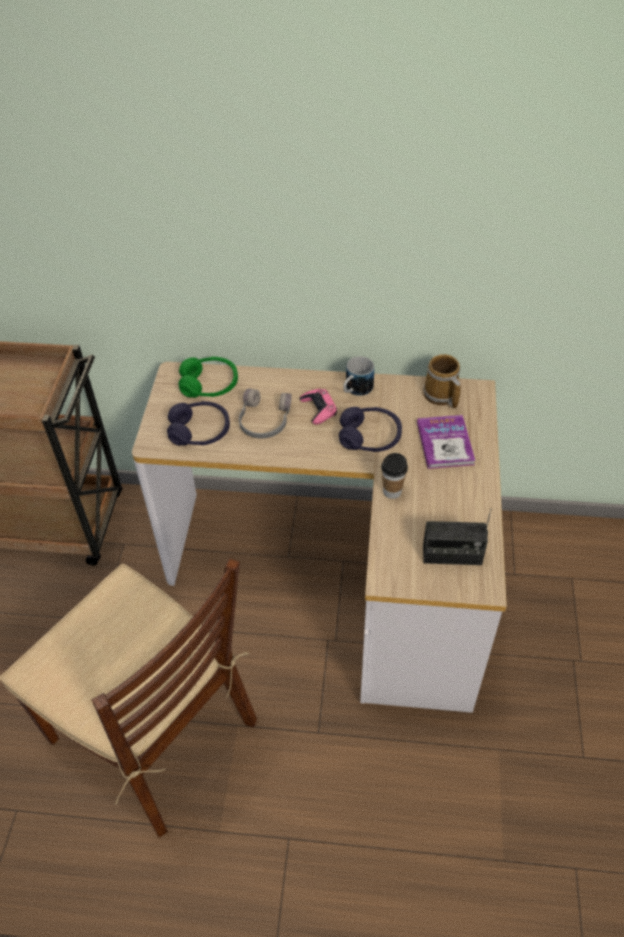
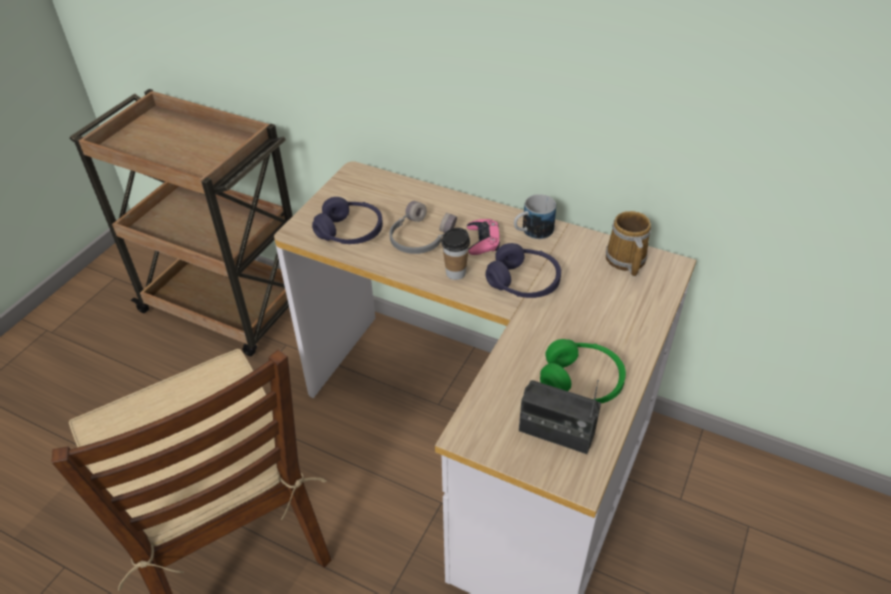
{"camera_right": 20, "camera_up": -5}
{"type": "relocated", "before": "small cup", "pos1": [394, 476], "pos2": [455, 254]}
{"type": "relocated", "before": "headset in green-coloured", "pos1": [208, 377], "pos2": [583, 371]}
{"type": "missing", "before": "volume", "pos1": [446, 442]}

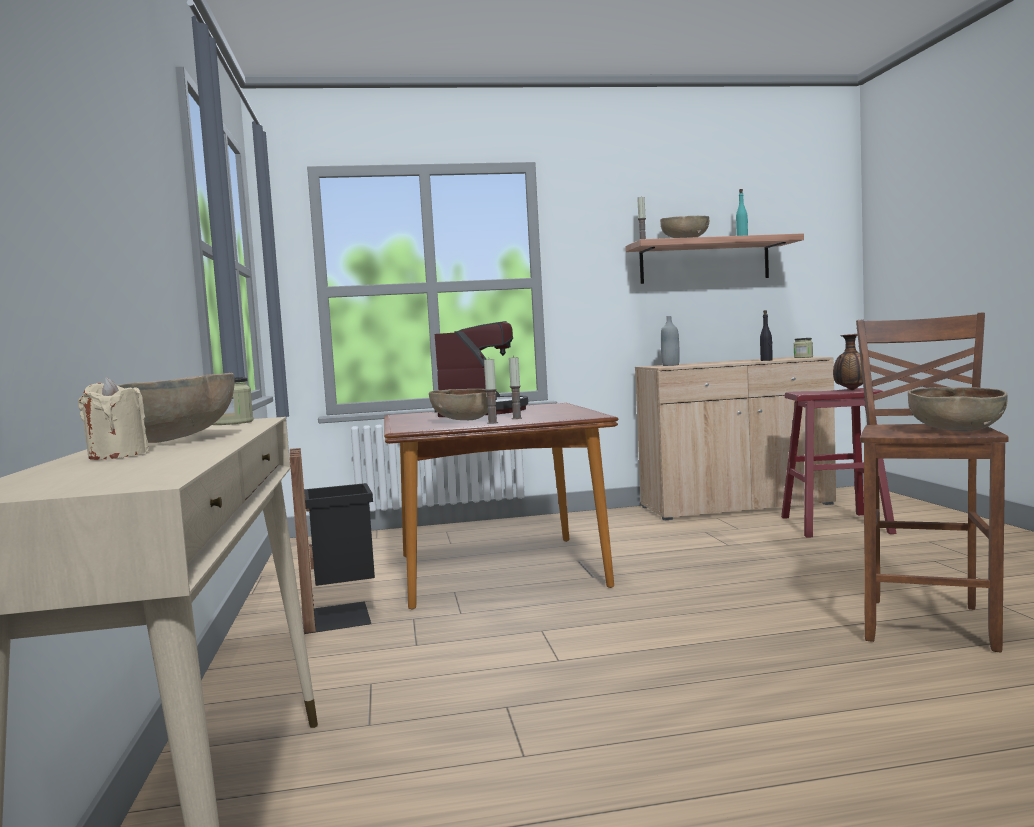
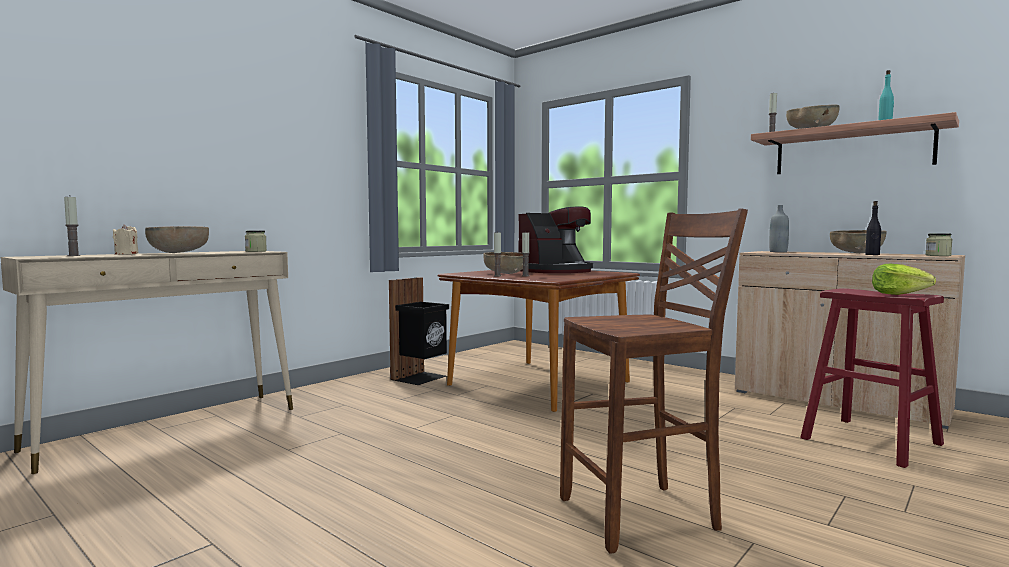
{"camera_right": 50, "camera_up": 0}
{"type": "appeared", "after": "candle", "pos2": [72, 226]}
{"type": "relocated", "before": "bowl in brown-coloured", "pos1": [958, 409], "pos2": [858, 241]}
{"type": "exchanged", "before": "flower vase", "after": "lettuce head", "pos1": [848, 362], "pos2": [904, 279]}

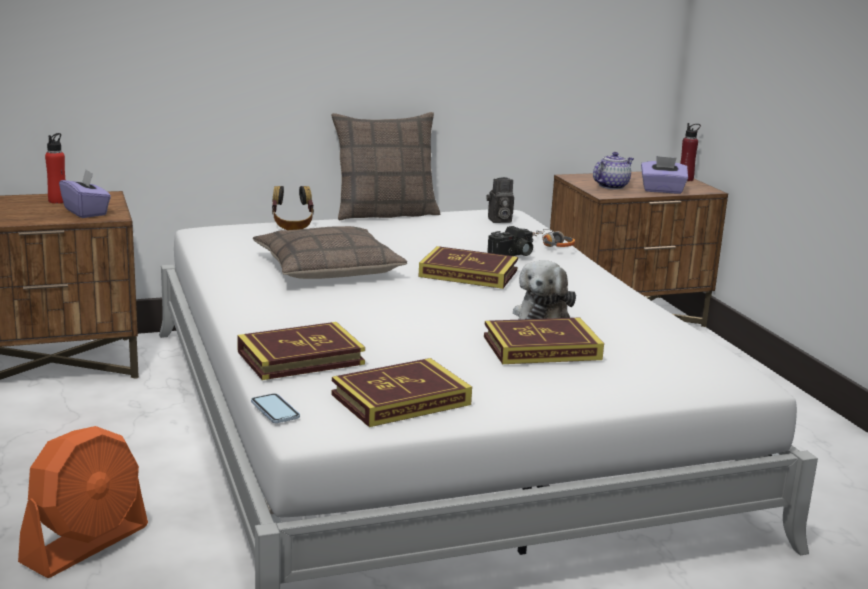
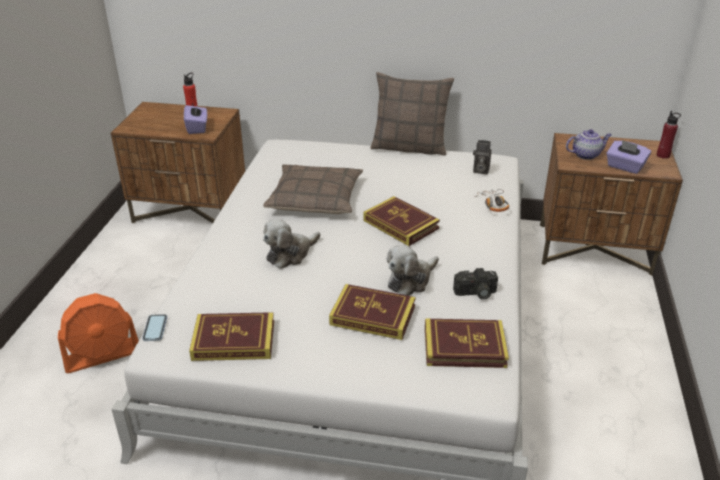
{"camera_right": 30, "camera_up": 15}
{"type": "appeared", "after": "soft toy", "pos2": [291, 244]}
{"type": "relocated", "before": "volume", "pos1": [301, 351], "pos2": [467, 343]}
{"type": "relocated", "before": "photo camera", "pos1": [510, 241], "pos2": [475, 284]}
{"type": "missing", "before": "headset", "pos1": [293, 208]}

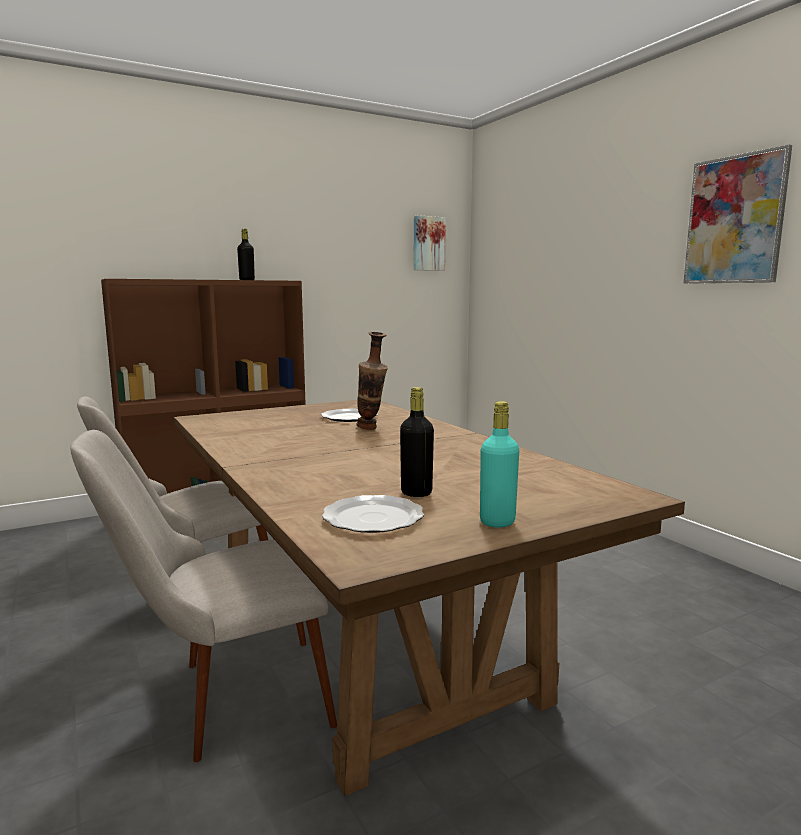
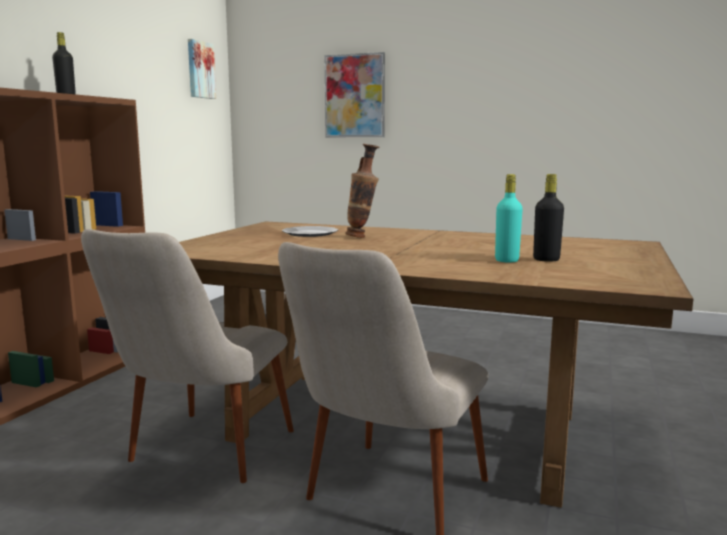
{"camera_right": -40, "camera_up": 0}
{"type": "relocated", "before": "wall picture", "pos1": [737, 214], "pos2": [354, 94]}
{"type": "relocated", "before": "bottle in turquoise-coloured", "pos1": [499, 464], "pos2": [509, 218]}
{"type": "missing", "before": "flat dish", "pos1": [373, 514]}

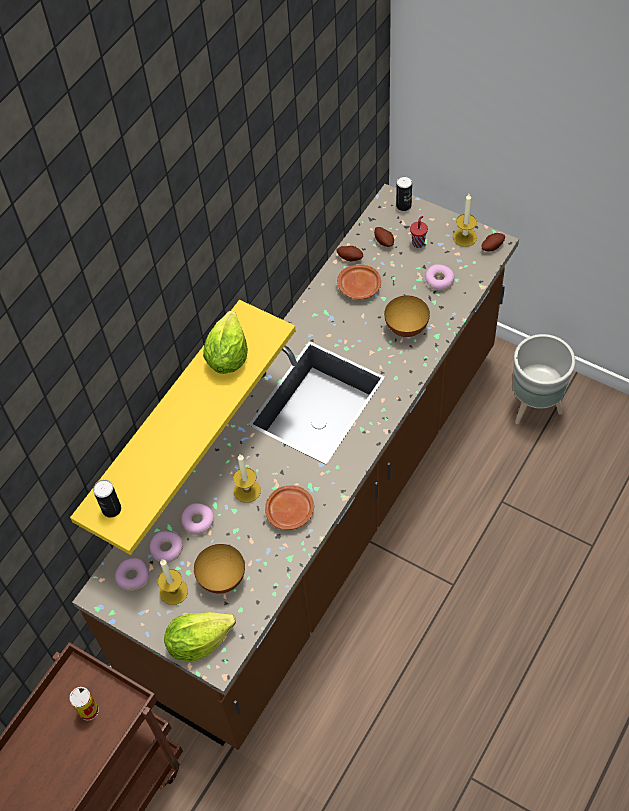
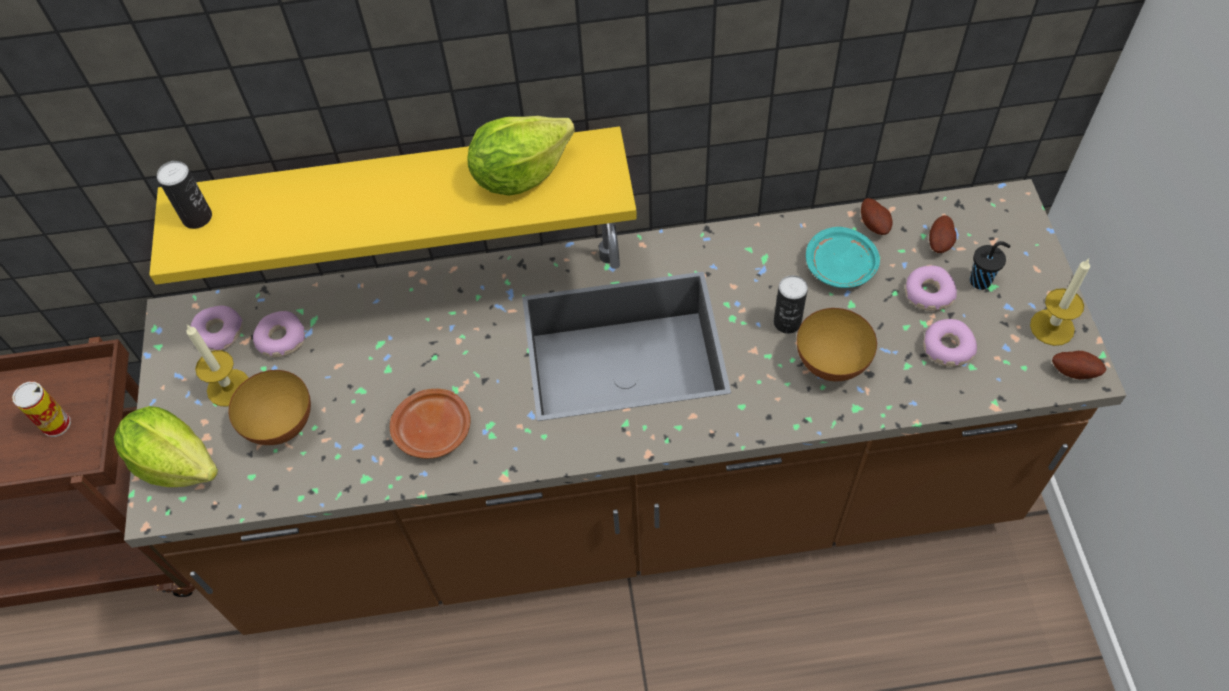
{"camera_right": 50, "camera_up": 0}
{"type": "relocated", "before": "sealed can", "pos1": [404, 193], "pos2": [791, 304]}
{"type": "colour", "before": "flat dish in brown-coloured", "after": "flat dish in turquoise-coloured", "pos1": [359, 282], "pos2": [843, 257]}
{"type": "relocated", "before": "donut", "pos1": [198, 519], "pos2": [931, 288]}
{"type": "colour", "before": "small cup in red", "after": "small cup in black-coloured", "pos1": [419, 232], "pos2": [990, 265]}
{"type": "missing", "before": "candle", "pos1": [247, 479]}
{"type": "missing", "before": "planter in greyish", "pos1": [544, 379]}

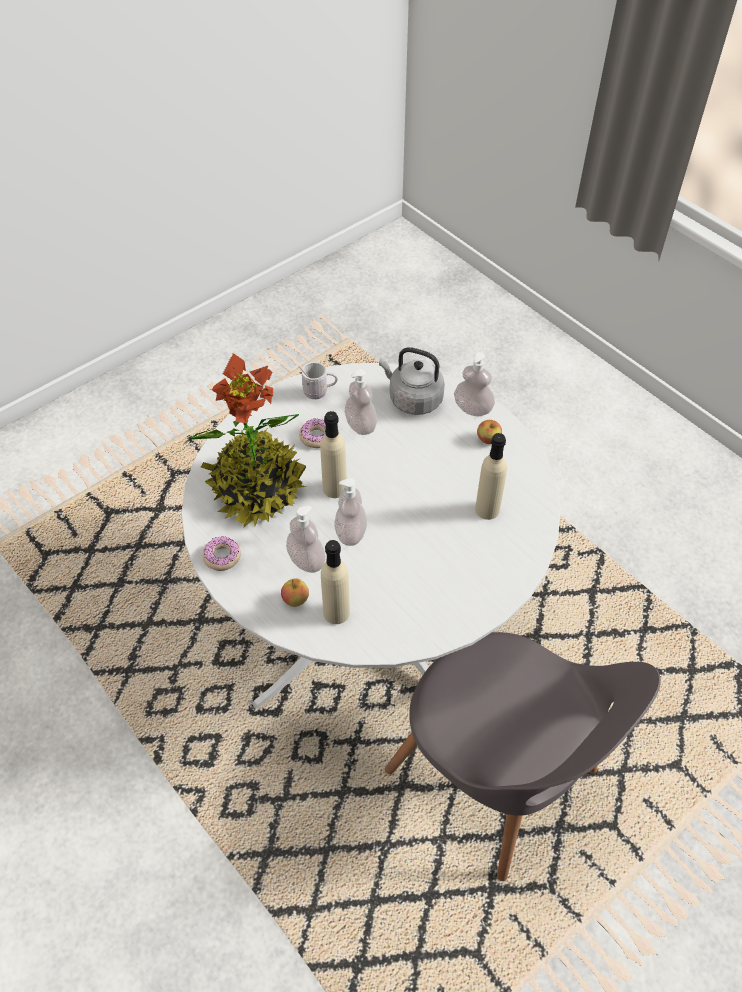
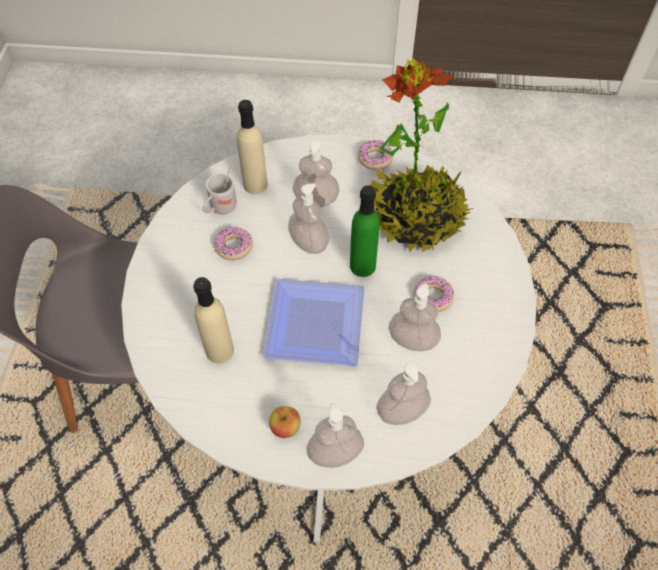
{"camera_right": 135, "camera_up": 5}
{"type": "relocated", "before": "coffee mug in white-coloured", "pos1": [318, 380], "pos2": [220, 191]}
{"type": "appeared", "after": "donut", "pos2": [233, 243]}
{"type": "appeared", "after": "flat dish", "pos2": [313, 323]}
{"type": "colour", "before": "bottle in beige", "after": "bottle in green-coloured", "pos1": [333, 454], "pos2": [365, 231]}
{"type": "exchanged", "before": "tea kettle in greyish", "after": "soap dispenser", "pos1": [412, 381], "pos2": [403, 394]}
{"type": "missing", "before": "apple fruit", "pos1": [295, 592]}

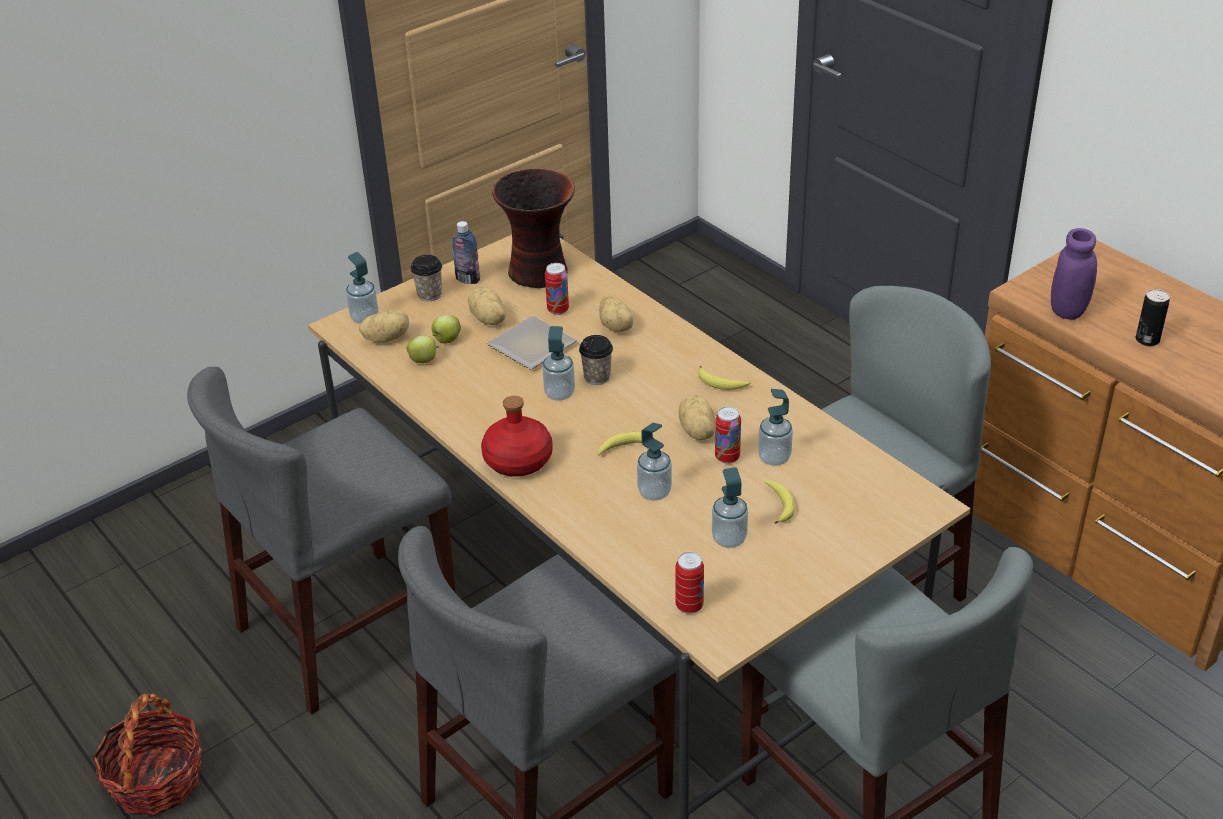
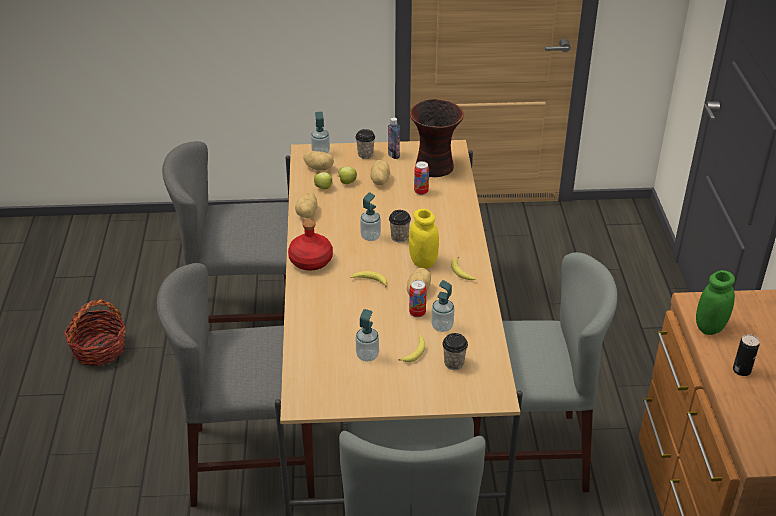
{"camera_right": 35, "camera_up": 0}
{"type": "relocated", "before": "spud", "pos1": [616, 313], "pos2": [306, 205]}
{"type": "appeared", "after": "jar in yellow-coloured", "pos2": [424, 238]}
{"type": "appeared", "after": "small cup", "pos2": [455, 351]}
{"type": "colour", "before": "jar in purple", "after": "jar in green-coloured", "pos1": [1074, 274], "pos2": [715, 302]}
{"type": "missing", "before": "flat dish", "pos1": [531, 343]}
{"type": "missing", "before": "soap dispenser", "pos1": [654, 462]}
{"type": "missing", "before": "sealed can", "pos1": [689, 583]}

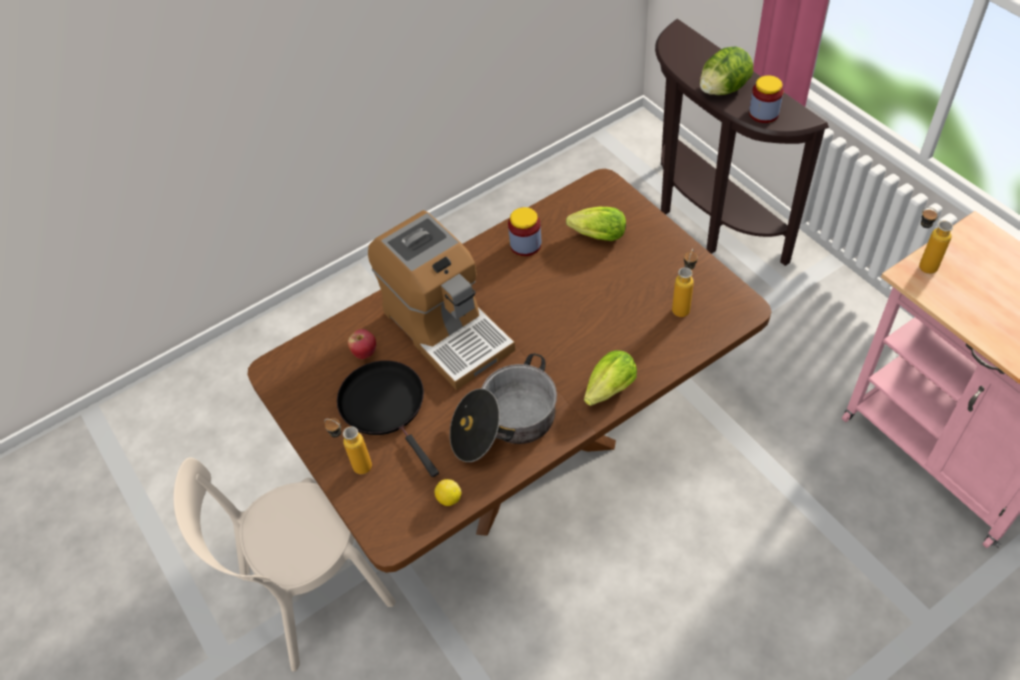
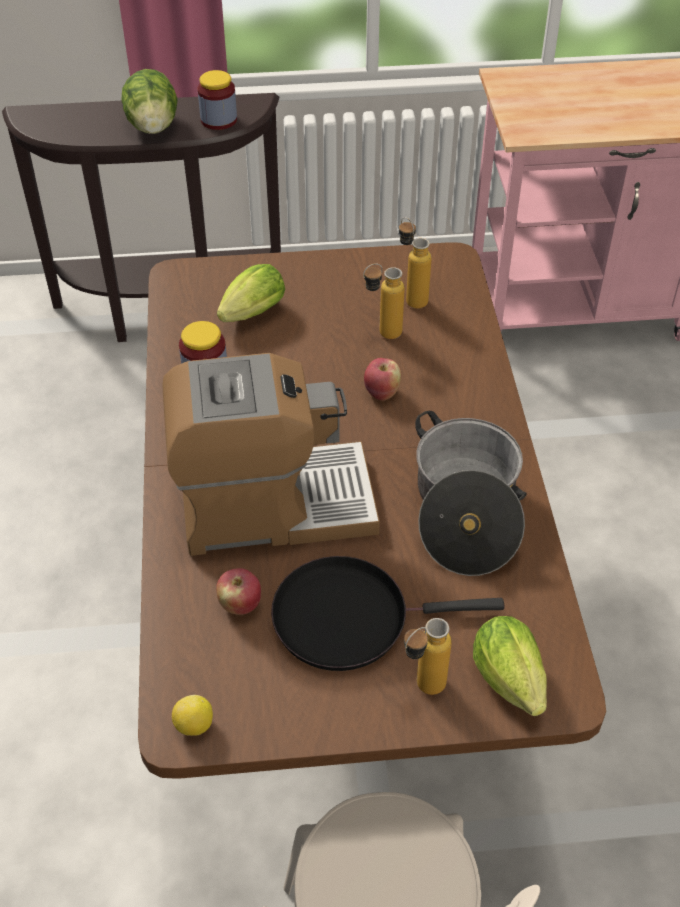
{"camera_right": -65, "camera_up": -5}
{"type": "relocated", "before": "lemon", "pos1": [447, 492], "pos2": [192, 715]}
{"type": "relocated", "before": "bottle", "pos1": [936, 240], "pos2": [384, 301]}
{"type": "appeared", "after": "apple fruit", "pos2": [382, 379]}
{"type": "relocated", "before": "lettuce head", "pos1": [610, 378], "pos2": [510, 666]}

